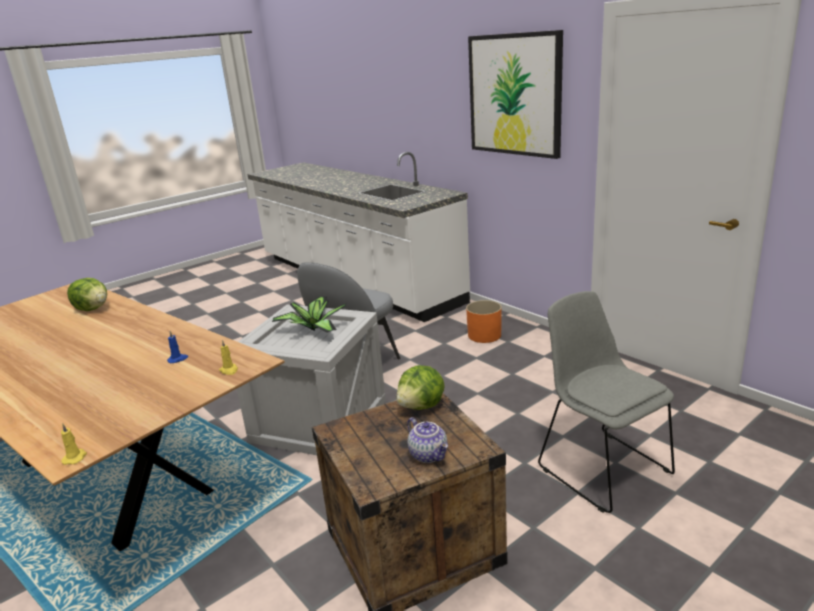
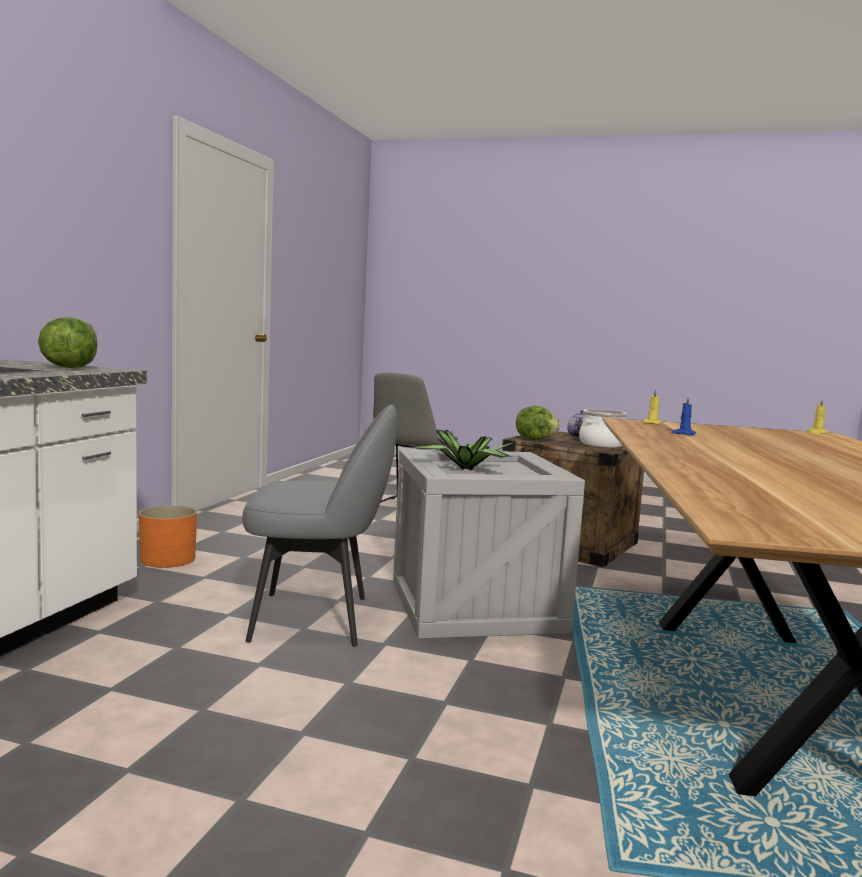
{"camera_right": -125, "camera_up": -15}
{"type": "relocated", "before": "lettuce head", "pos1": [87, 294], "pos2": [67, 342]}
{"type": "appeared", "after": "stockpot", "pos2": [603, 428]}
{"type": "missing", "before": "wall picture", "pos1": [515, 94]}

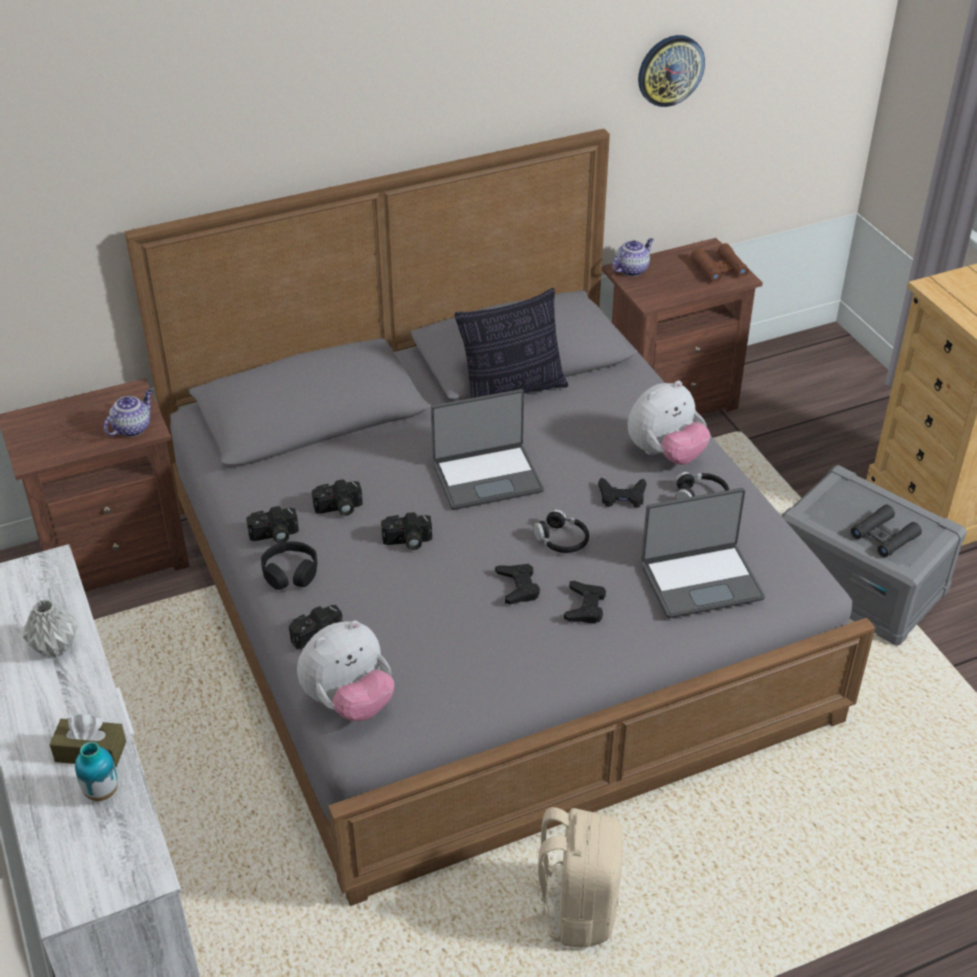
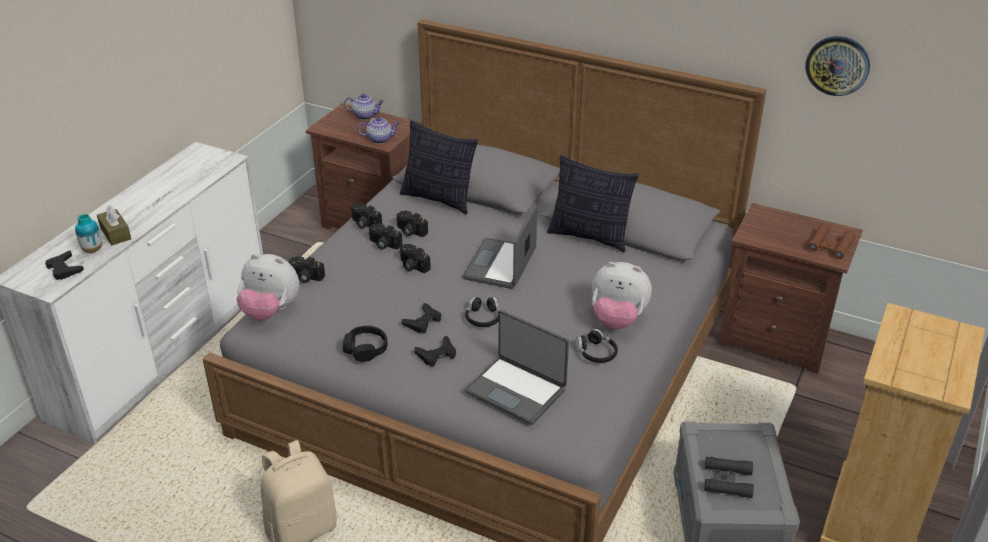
{"camera_right": 50, "camera_up": -5}
{"type": "relocated", "before": "gamepad in black-coloured", "pos1": [622, 493], "pos2": [64, 265]}
{"type": "relocated", "before": "headset in black-coloured", "pos1": [289, 566], "pos2": [365, 344]}
{"type": "relocated", "before": "pot for tea", "pos1": [633, 257], "pos2": [364, 107]}
{"type": "appeared", "after": "photo camera", "pos2": [385, 236]}
{"type": "appeared", "after": "pillow", "pos2": [439, 167]}
{"type": "spun", "before": "laptop", "pos1": [487, 449], "pos2": [500, 246], "turn": 75}
{"type": "missing", "before": "flower vase in greyish", "pos1": [50, 628]}

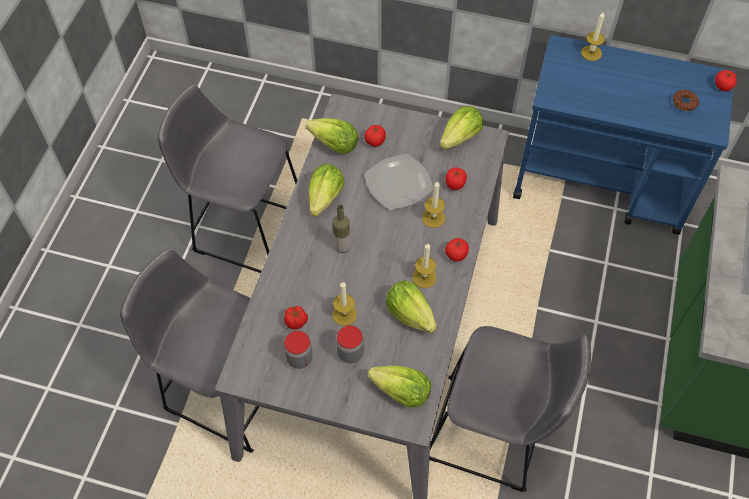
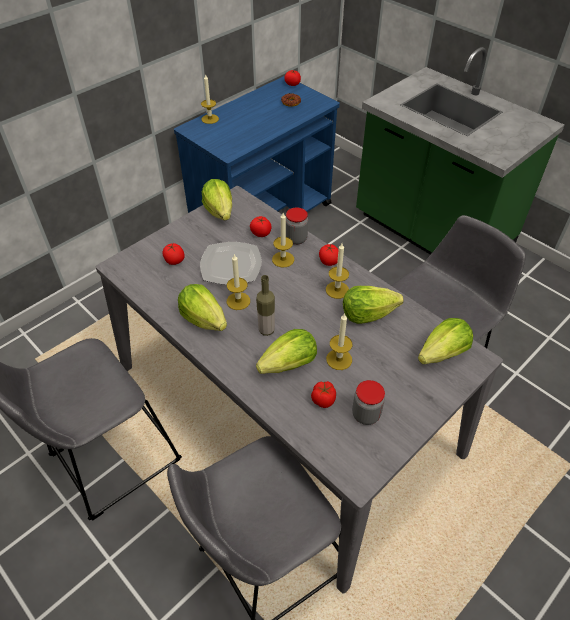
{"camera_right": -60, "camera_up": -10}
{"type": "appeared", "after": "candle", "pos2": [238, 282]}
{"type": "relocated", "before": "lettuce head", "pos1": [332, 136], "pos2": [286, 351]}
{"type": "relocated", "before": "jar", "pos1": [350, 344], "pos2": [297, 226]}

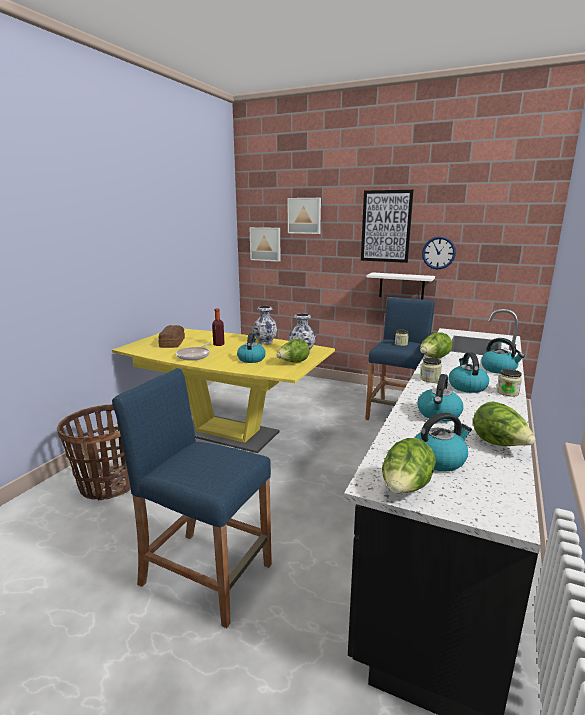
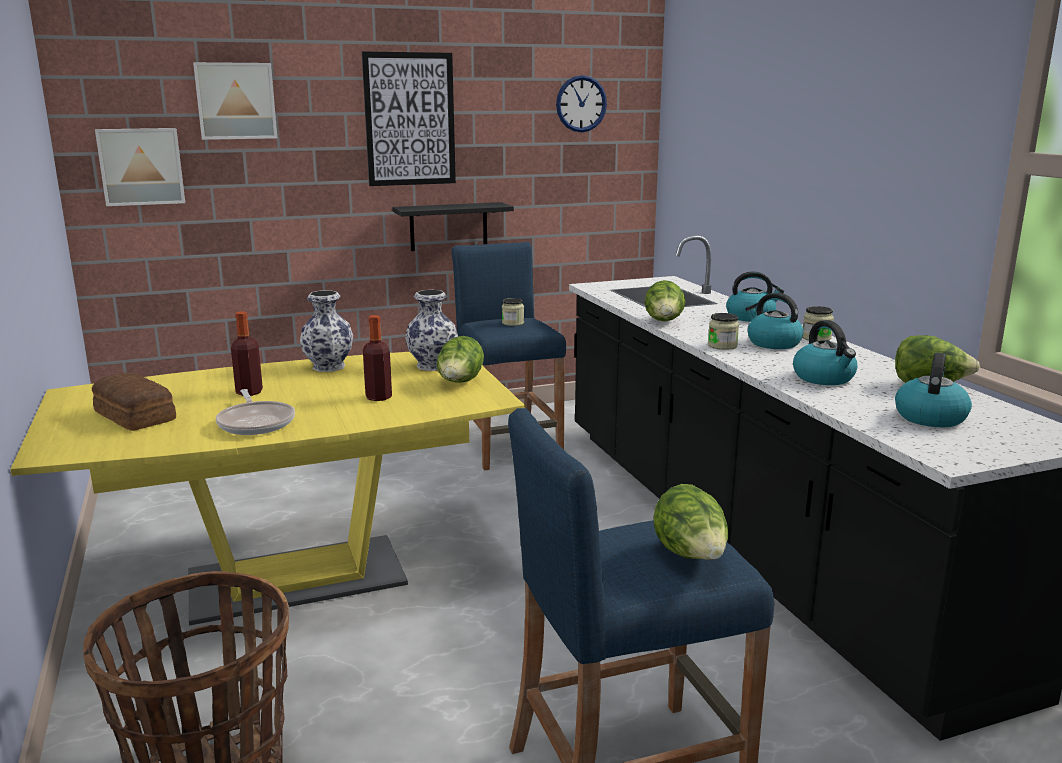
{"camera_right": -45, "camera_up": 0}
{"type": "exchanged", "before": "tea kettle", "after": "bottle", "pos1": [251, 348], "pos2": [377, 358]}
{"type": "colour", "before": "shelf in white-coloured", "after": "shelf in black-coloured", "pos1": [400, 285], "pos2": [453, 226]}
{"type": "relocated", "before": "clock on the wall", "pos1": [439, 253], "pos2": [581, 103]}
{"type": "relocated", "before": "lettuce head", "pos1": [409, 466], "pos2": [691, 522]}

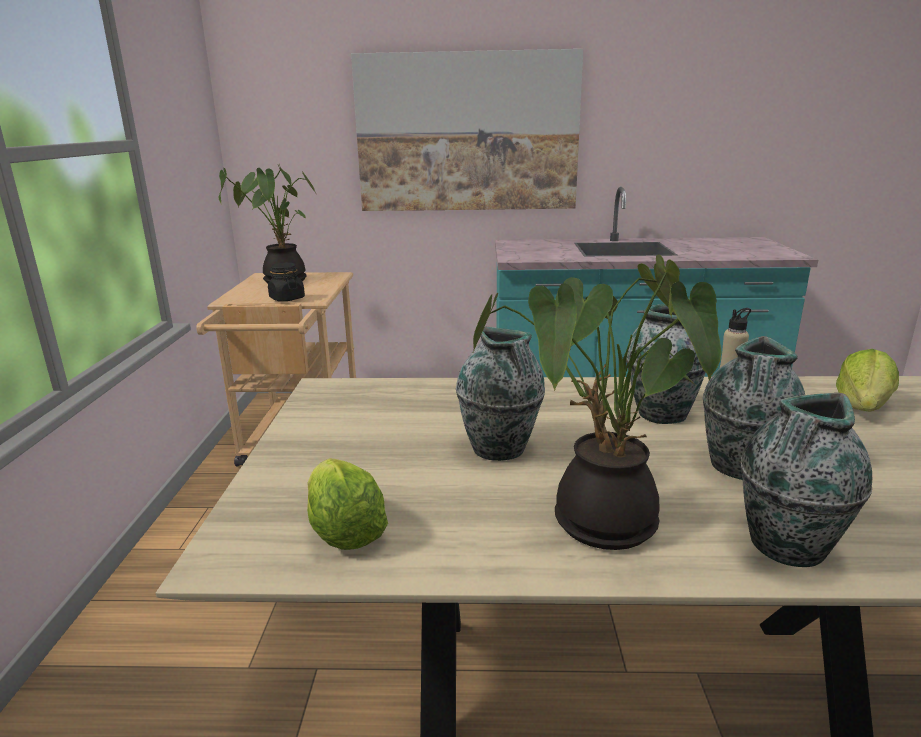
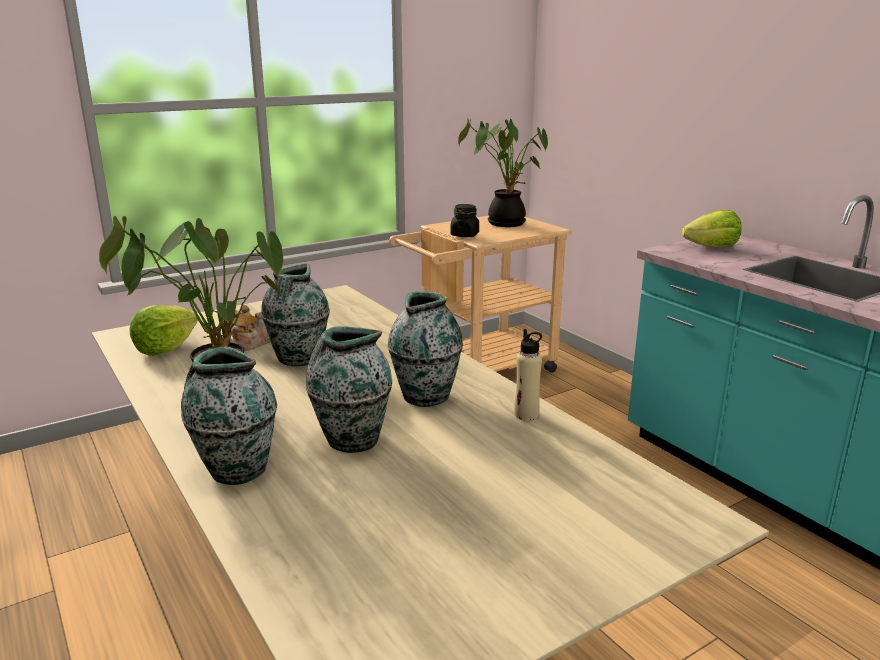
{"camera_right": 55, "camera_up": 0}
{"type": "appeared", "after": "pot for tea", "pos2": [250, 328]}
{"type": "relocated", "before": "lettuce head", "pos1": [867, 380], "pos2": [712, 228]}
{"type": "missing", "before": "wall picture", "pos1": [467, 130]}

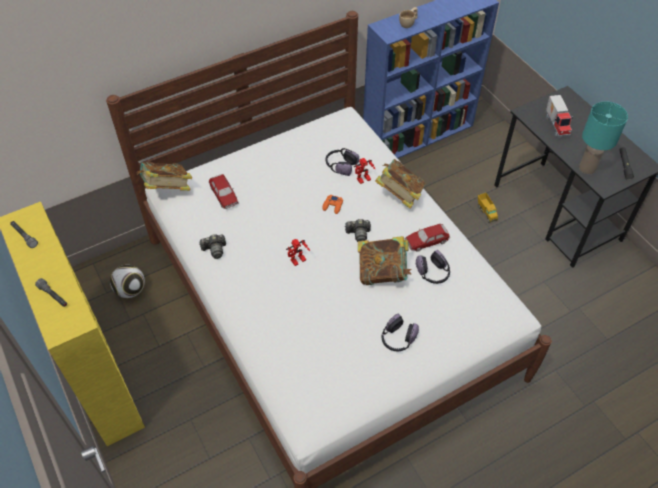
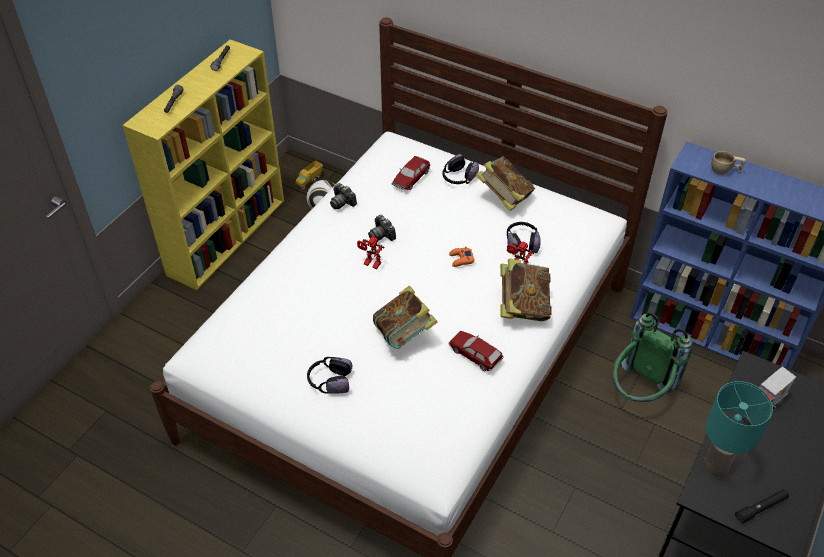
{"camera_right": 60, "camera_up": -5}
{"type": "relocated", "before": "toy lorry", "pos1": [488, 208], "pos2": [309, 175]}
{"type": "relocated", "before": "photo camera", "pos1": [358, 230], "pos2": [382, 228]}
{"type": "relocated", "before": "headset", "pos1": [433, 267], "pos2": [460, 169]}
{"type": "relocated", "before": "volume", "pos1": [164, 176], "pos2": [505, 183]}
{"type": "appeared", "after": "knapsack in green-coloured", "pos2": [652, 357]}

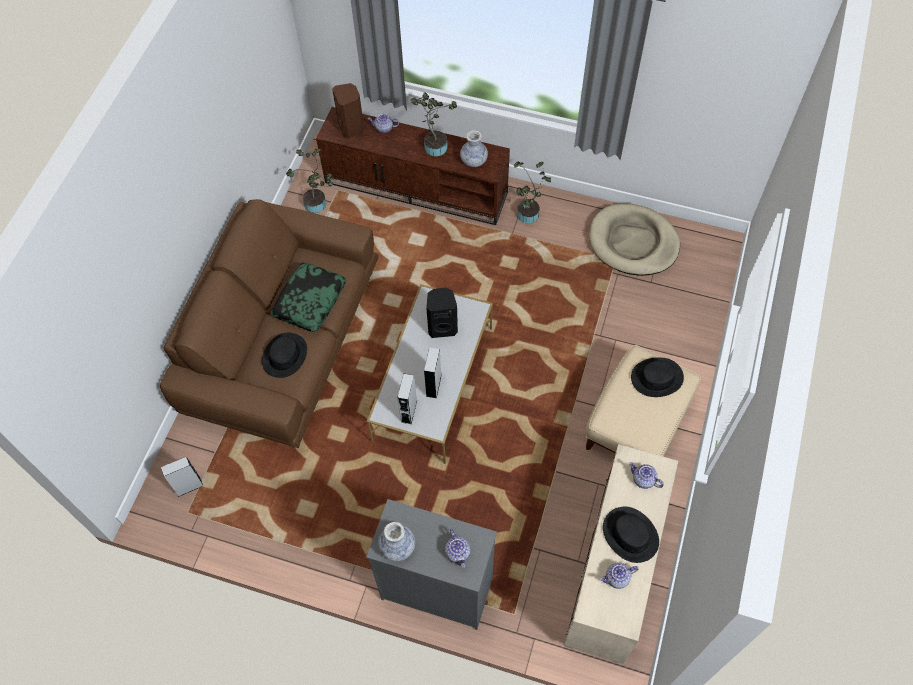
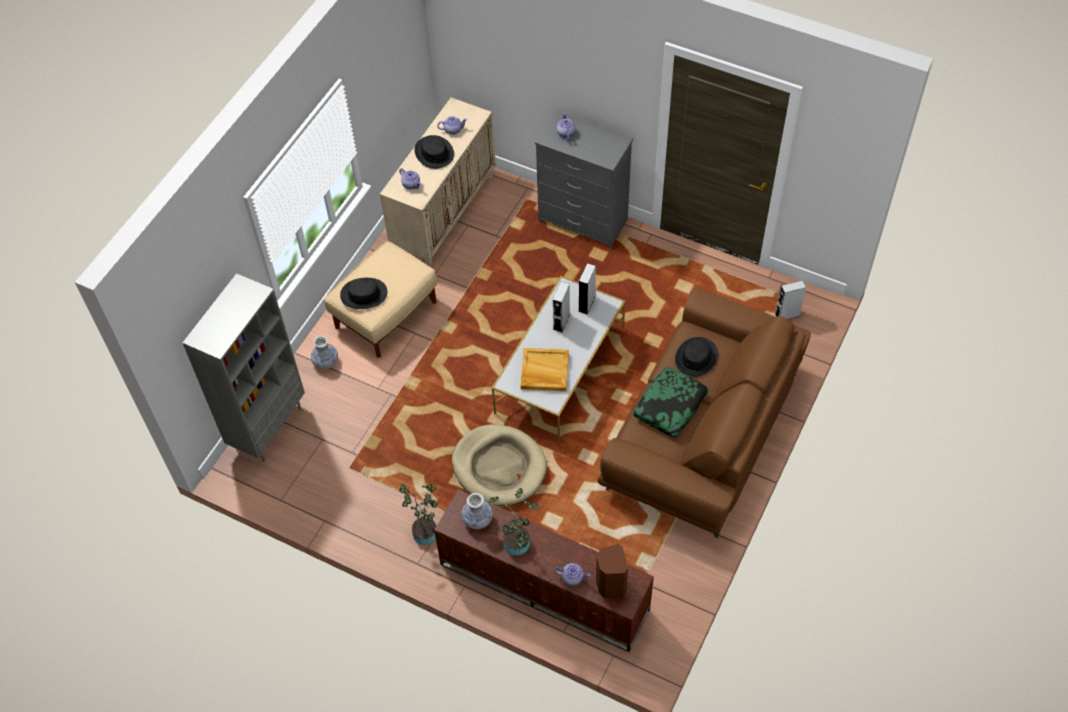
{"camera_right": -170, "camera_up": -5}
{"type": "appeared", "after": "bookshelf in greyish", "pos2": [244, 367]}
{"type": "relocated", "before": "flower vase", "pos1": [396, 541], "pos2": [324, 352]}
{"type": "relocated", "before": "pet bed in beige", "pos1": [634, 239], "pos2": [499, 465]}
{"type": "exchanged", "before": "loudspeaker in black-coloured", "after": "serving tray in beige", "pos1": [442, 313], "pos2": [544, 369]}
{"type": "missing", "before": "potted plant", "pos1": [309, 181]}

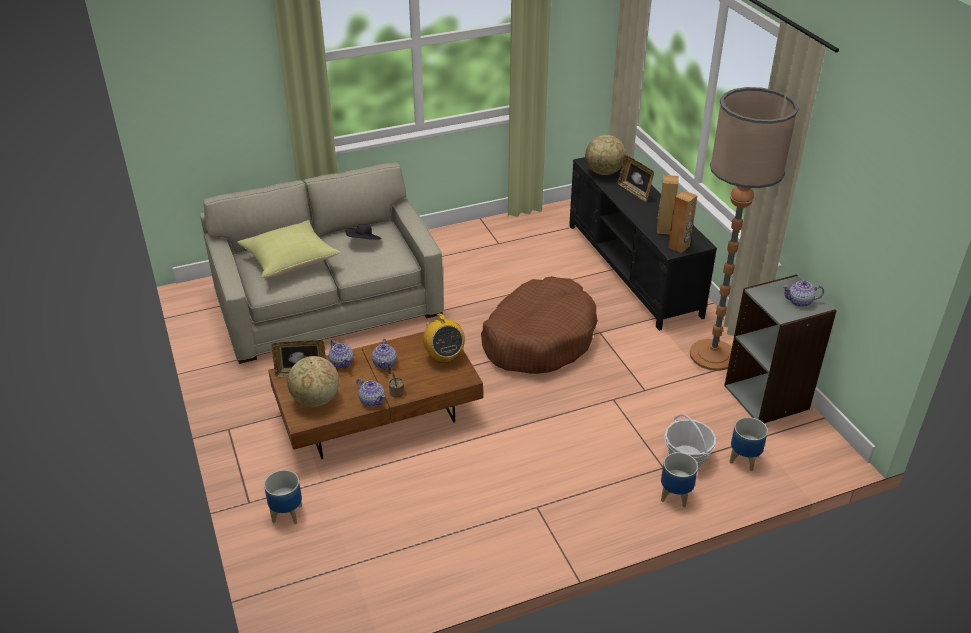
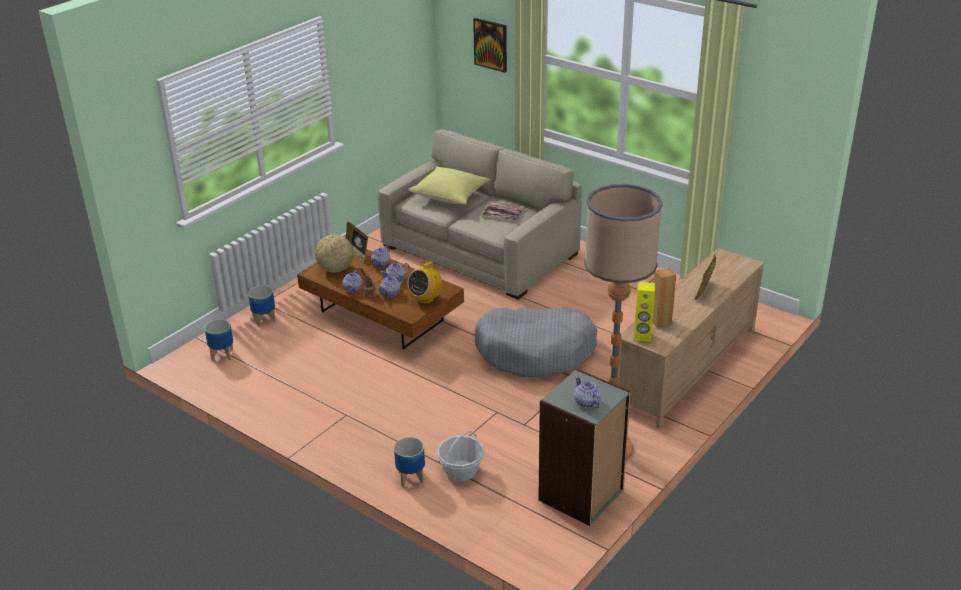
{"camera_right": 60, "camera_up": -5}
{"type": "relocated", "before": "planter", "pos1": [749, 444], "pos2": [218, 340]}
{"type": "appeared", "after": "pot for tea", "pos2": [390, 286]}
{"type": "appeared", "after": "wall picture", "pos2": [490, 45]}
{"type": "colour", "before": "pet bed in brown-coloured", "after": "pet bed in greyish", "pos1": [539, 325], "pos2": [536, 342]}
{"type": "exchanged", "before": "wearable hat in black-coloured", "after": "volume", "pos1": [363, 232], "pos2": [503, 212]}
{"type": "colour", "before": "tv stand in black-coloured", "after": "tv stand in beige", "pos1": [643, 244], "pos2": [690, 338]}
{"type": "colour", "before": "loudspeaker in brown-coloured", "after": "loudspeaker in yellow-coloured", "pos1": [683, 221], "pos2": [644, 312]}
{"type": "missing", "before": "world globe", "pos1": [605, 155]}

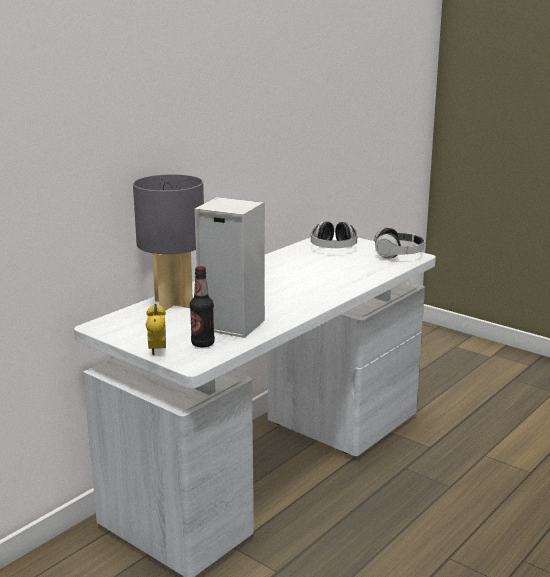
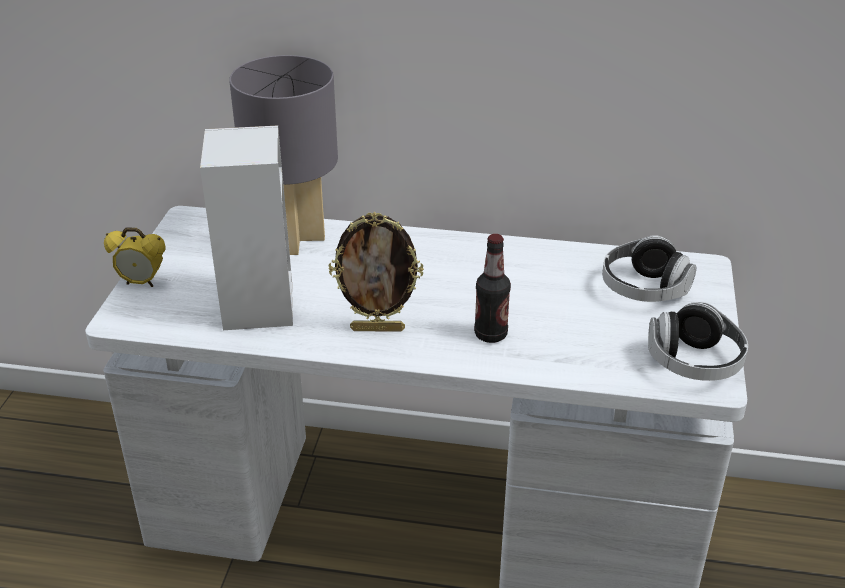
{"camera_right": 60, "camera_up": 15}
{"type": "spun", "before": "table clock", "pos1": [155, 330], "pos2": [135, 257], "turn": -135}
{"type": "appeared", "after": "standing frame", "pos2": [376, 272]}
{"type": "relocated", "before": "bottle", "pos1": [202, 306], "pos2": [492, 288]}

